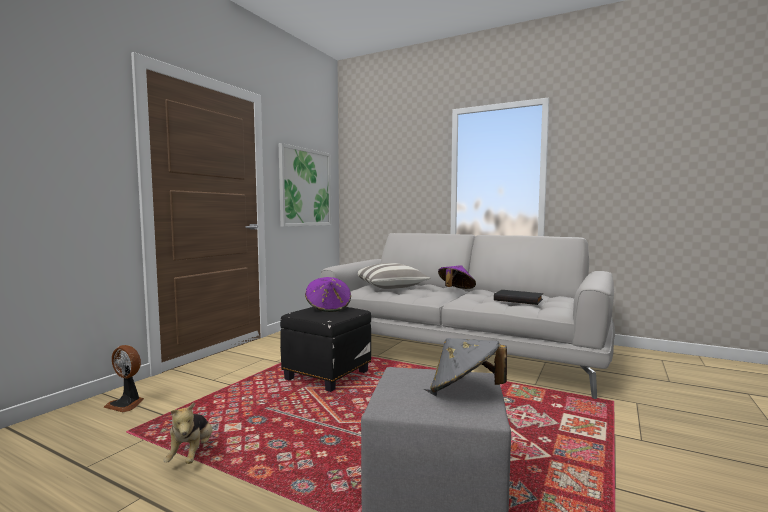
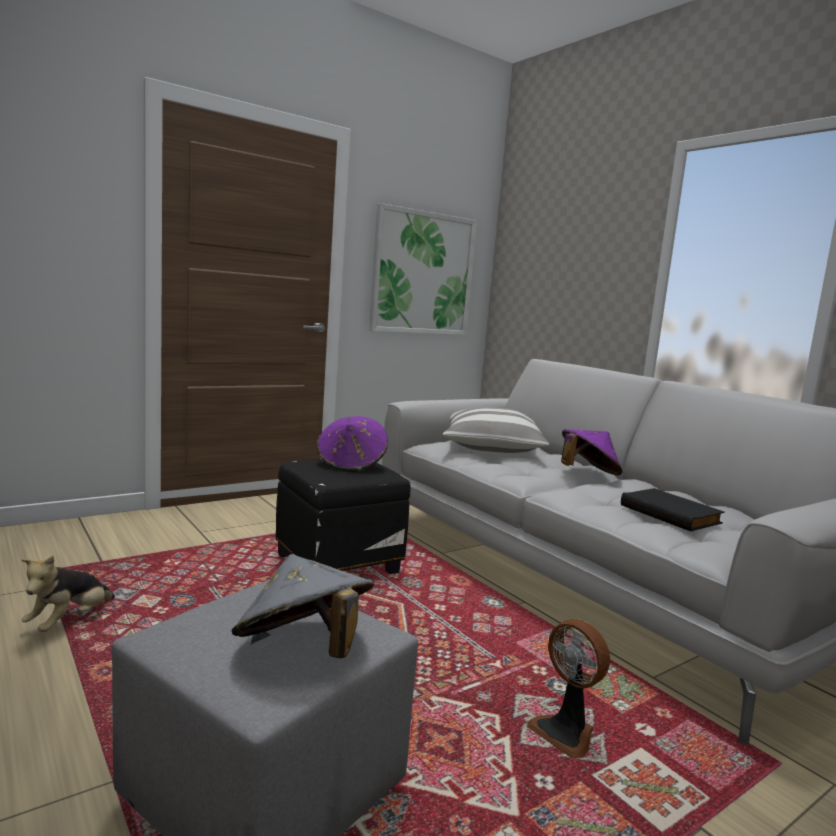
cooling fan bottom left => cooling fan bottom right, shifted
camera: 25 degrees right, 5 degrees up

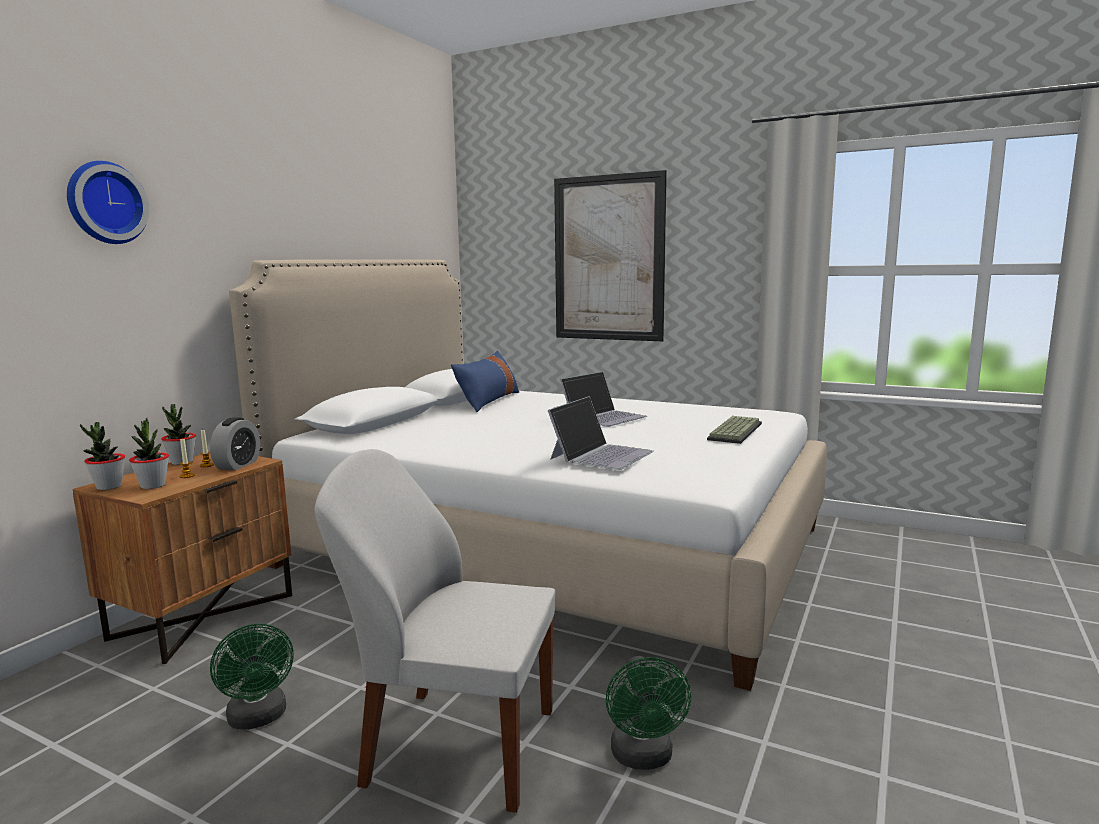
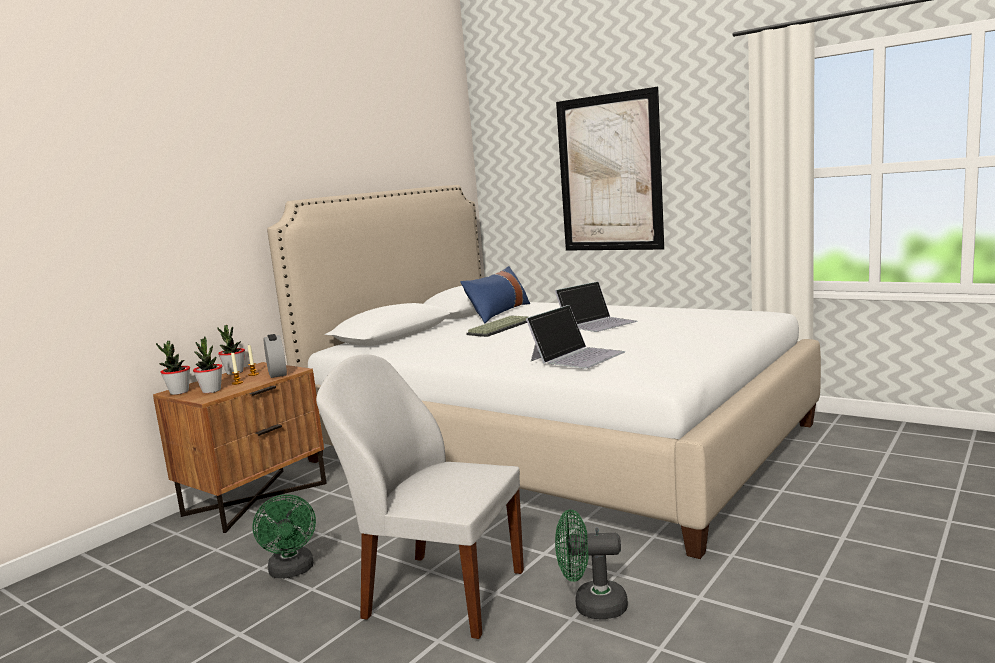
clock on the wall top left => nothing
alarm clock middle left, 45 degrees counterclockwise
cooling fan in green (no. 2 from left) bottom centre, 90 degrees clockwise
computer keyboard middle right => computer keyboard centre, shifted
camera: 10 degrees right, 0 degrees up

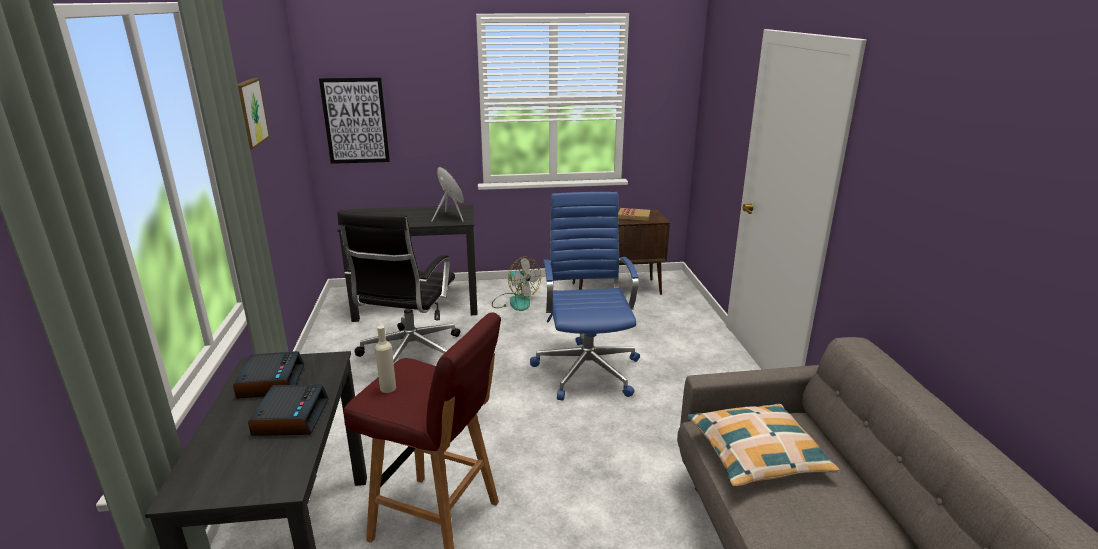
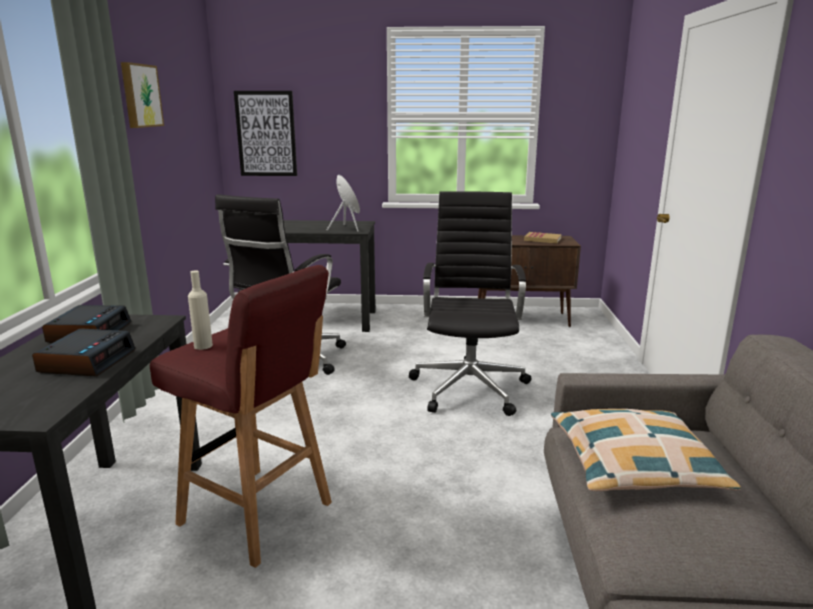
cooling fan centre => nothing
office chair in blue centre => office chair in black (no. 2 from left) centre
camera: 10 degrees right, 5 degrees down

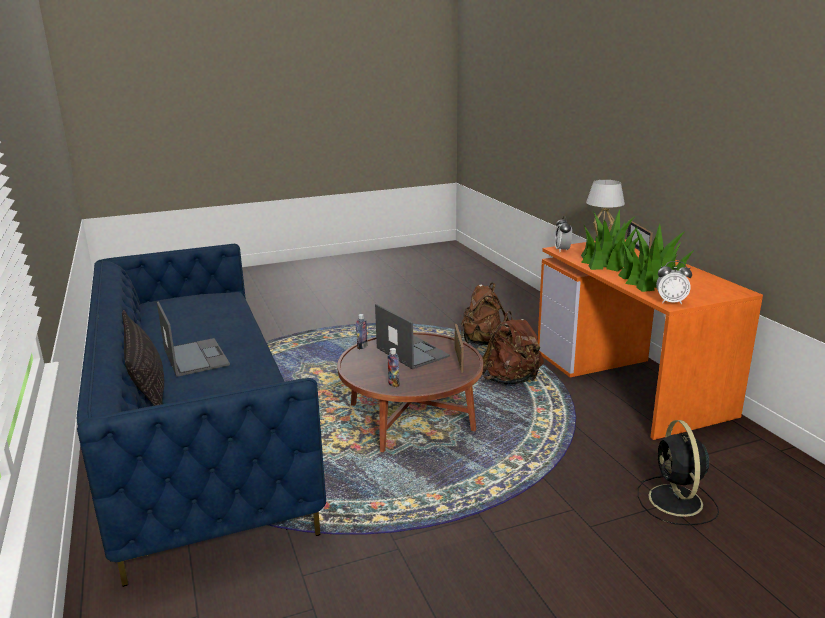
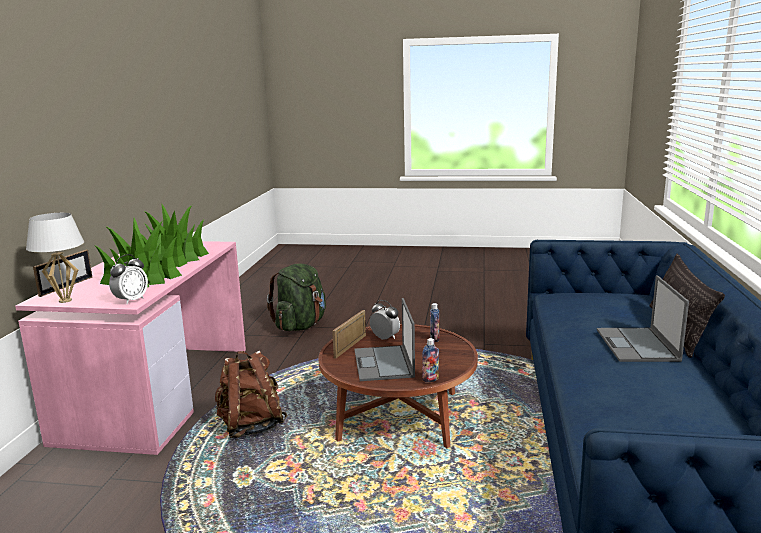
rucksack in brownish (no. 1 from left) centre => nothing
desk table in orange middle right => desk table in pinkish middle left
cooling fan in black bottom right => rucksack in green centre
alarm clock (no. 2 from left) middle right => alarm clock (no. 2 from left) centre, shifted
camera: 150 degrees left, 5 degrees down

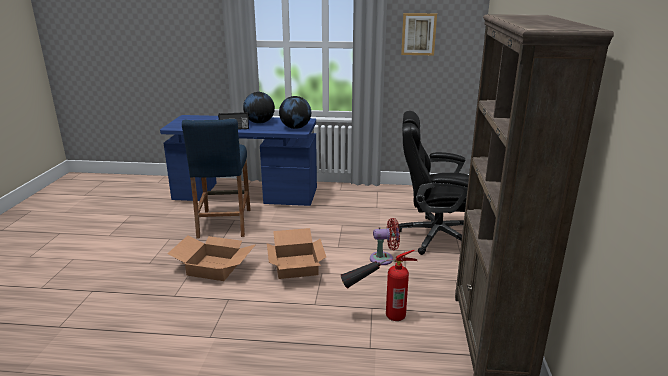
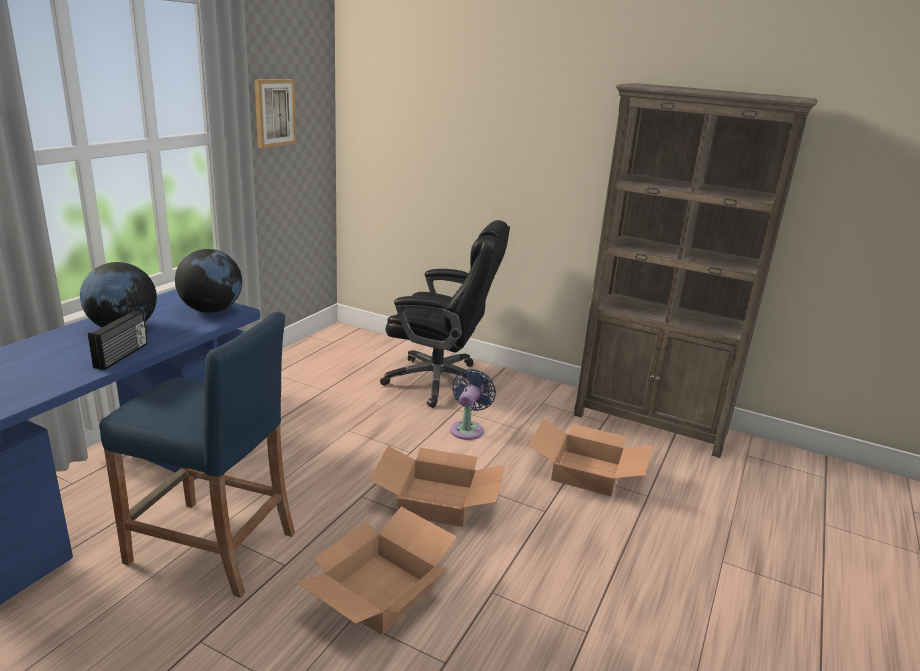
fire extinguisher bottom centre => carton (no. 3 from left) bottom centre
cooling fan in red-coloured centre => cooling fan in blue centre
office chair in black centre, 105 degrees counterclockwise
camera: 70 degrees left, 0 degrees up

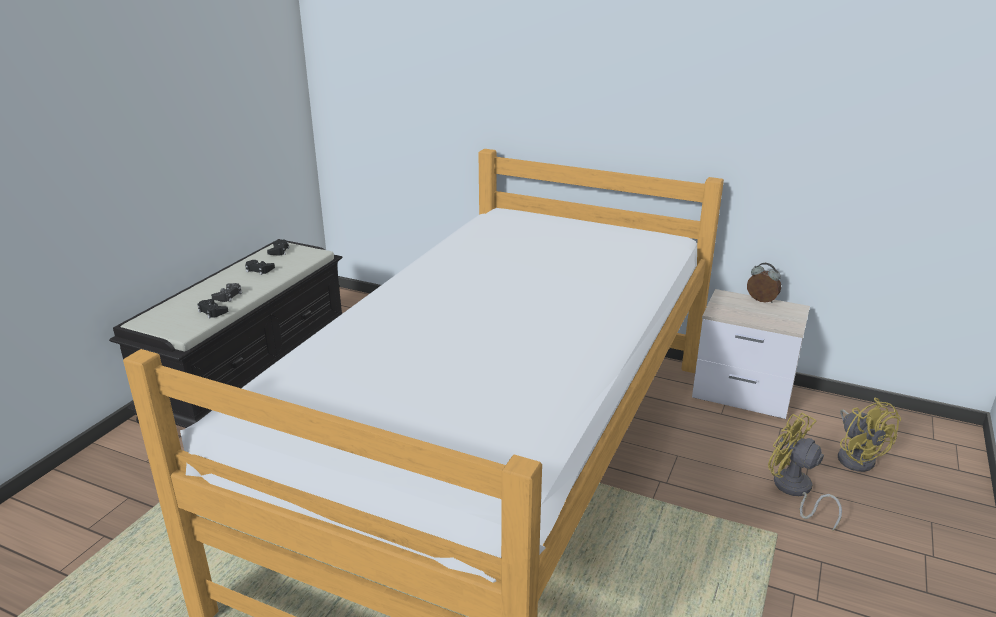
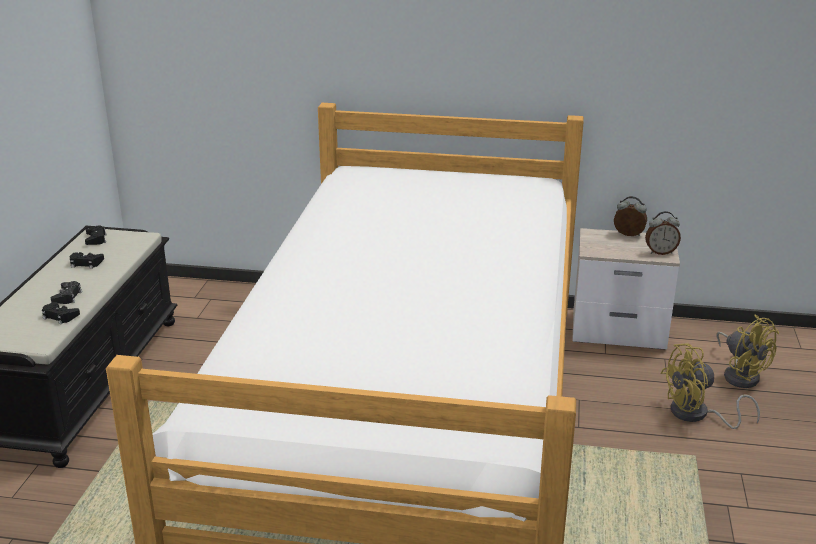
cooling fan in yellow (no. 1 from left) bottom right, 45 degrees counterclockwise
nothing => alarm clock (no. 2 from left) middle right
camera: 15 degrees left, 0 degrees up

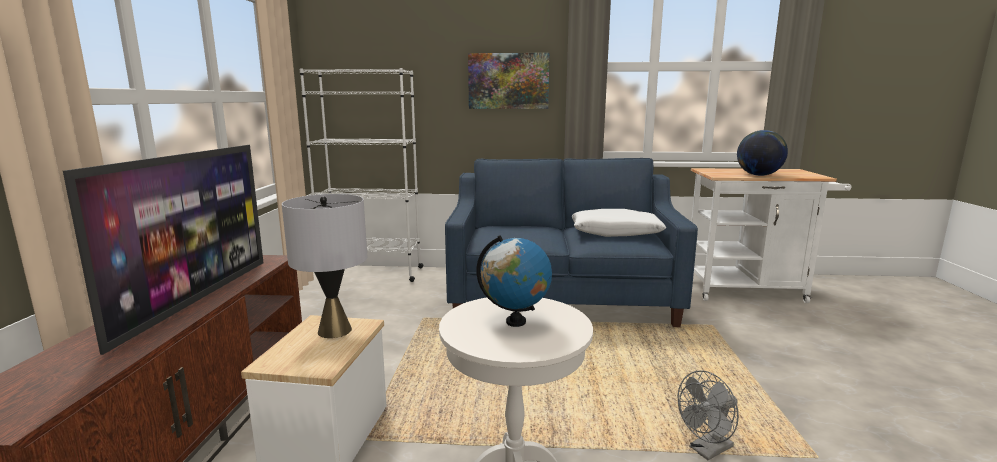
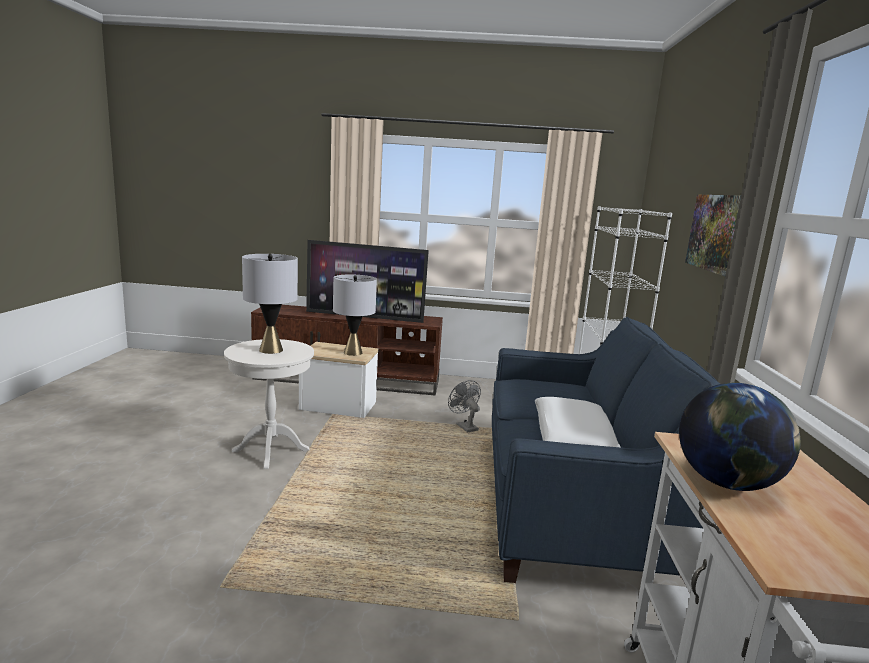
desk globe (no. 1 from left) centre => table lamp in grey (no. 1 from left) middle left
cooling fan in grey bottom right => cooling fan in grey centre, shifted
camera: 90 degrees right, 0 degrees up

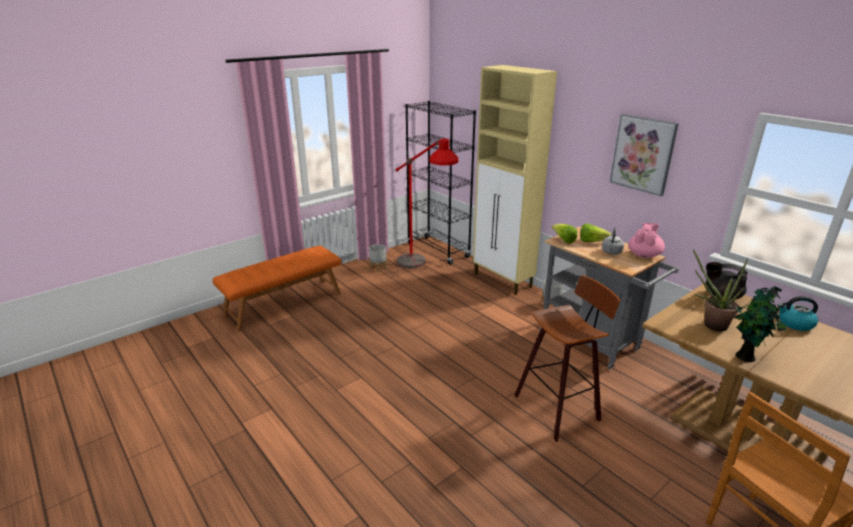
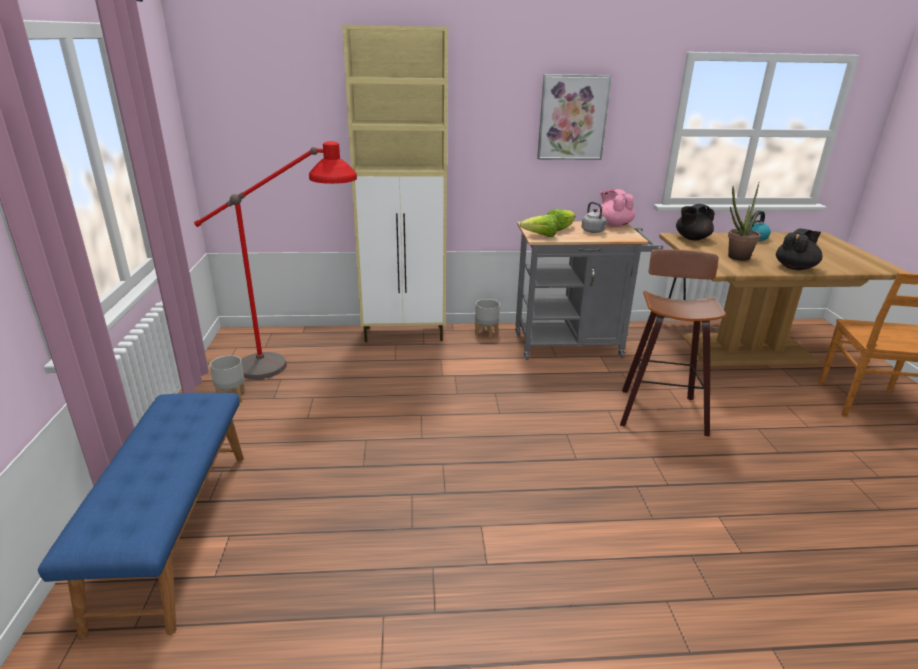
indoor bench in orange middle left => indoor bench in blue bottom left
bookcase in black centre => nothing
plant in a pot (no. 2 from left) middle right => tea pot in black (no. 2 from left) middle right
camera: 55 degrees left, 0 degrees up

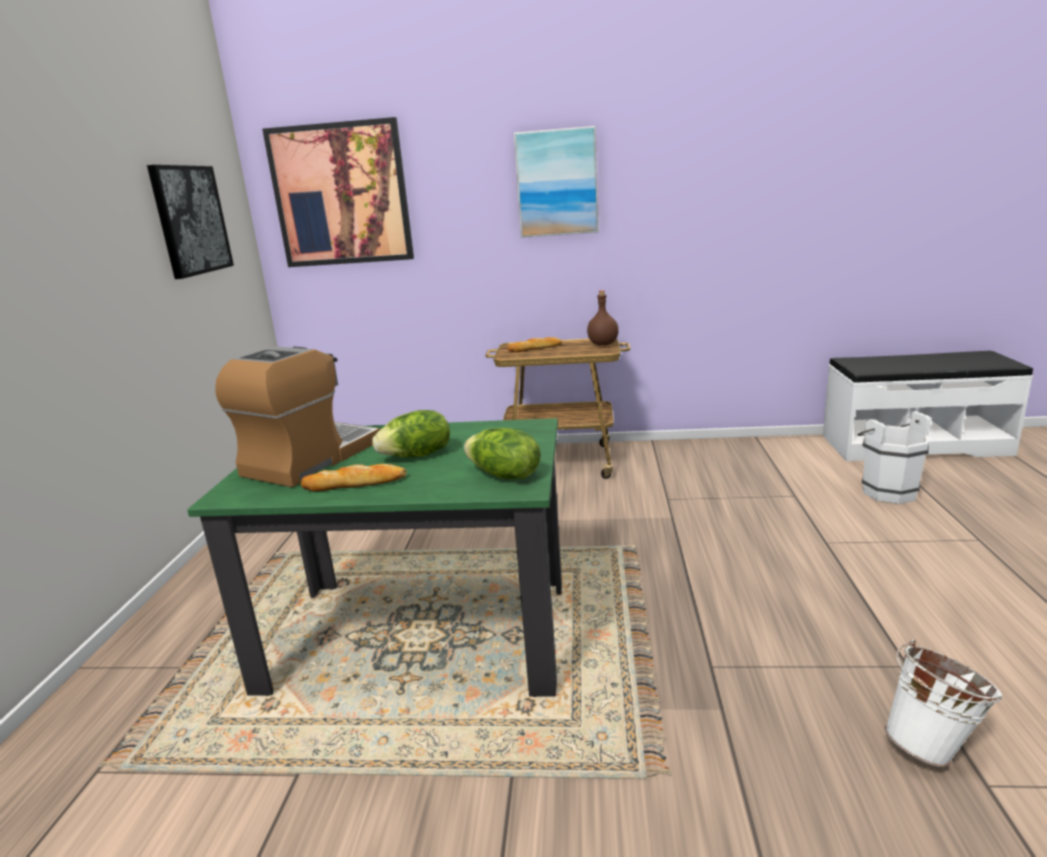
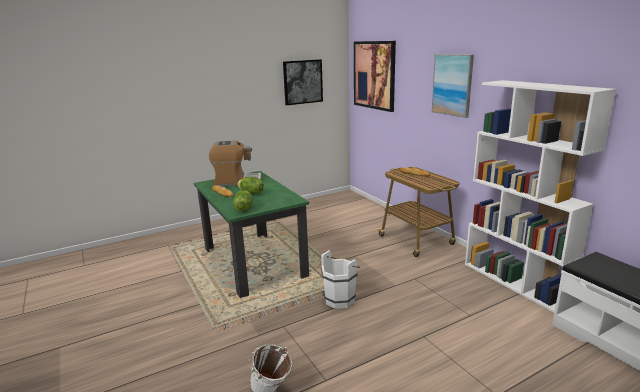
bottle in brownish centre => nothing
water bucket in white (no. 1 from left in the first image) middle right => water bucket in white (no. 2 from left) bottom centre, shifted
nothing => bookcase in white middle right
camera: 55 degrees right, 0 degrees up

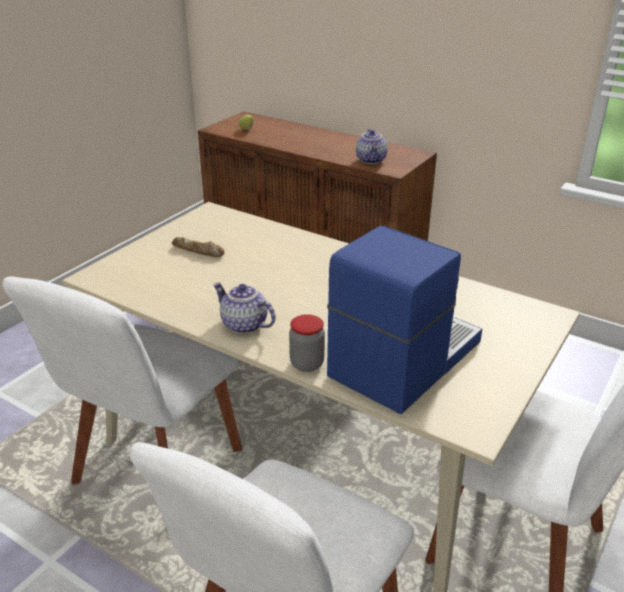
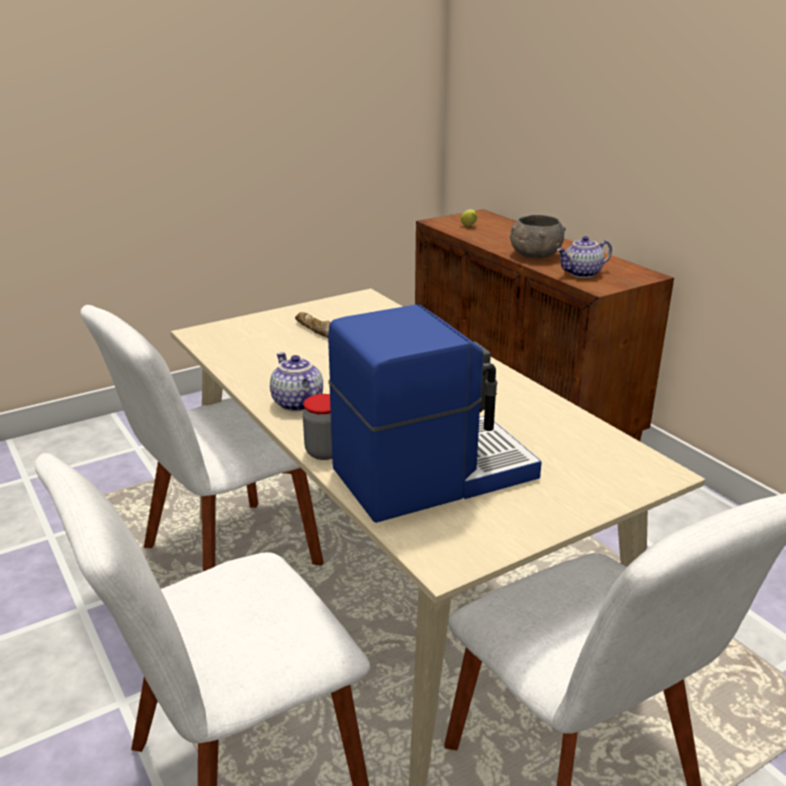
tea pot (no. 2 from left) top centre => tea pot (no. 2 from left) top right, 45 degrees clockwise
nothing => bowl in grey top right
camera: 25 degrees right, 5 degrees down

